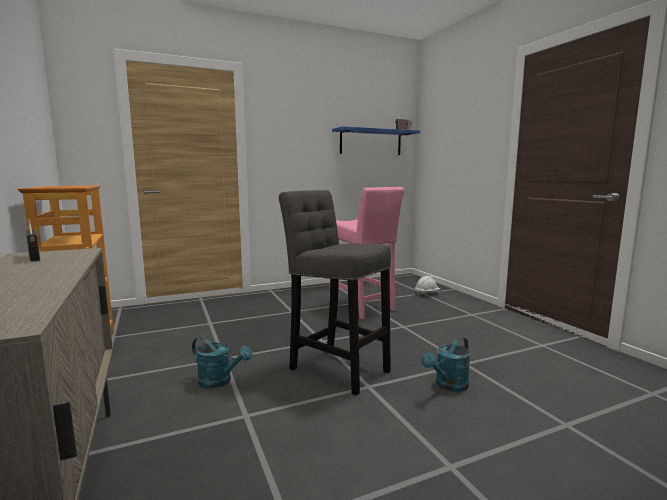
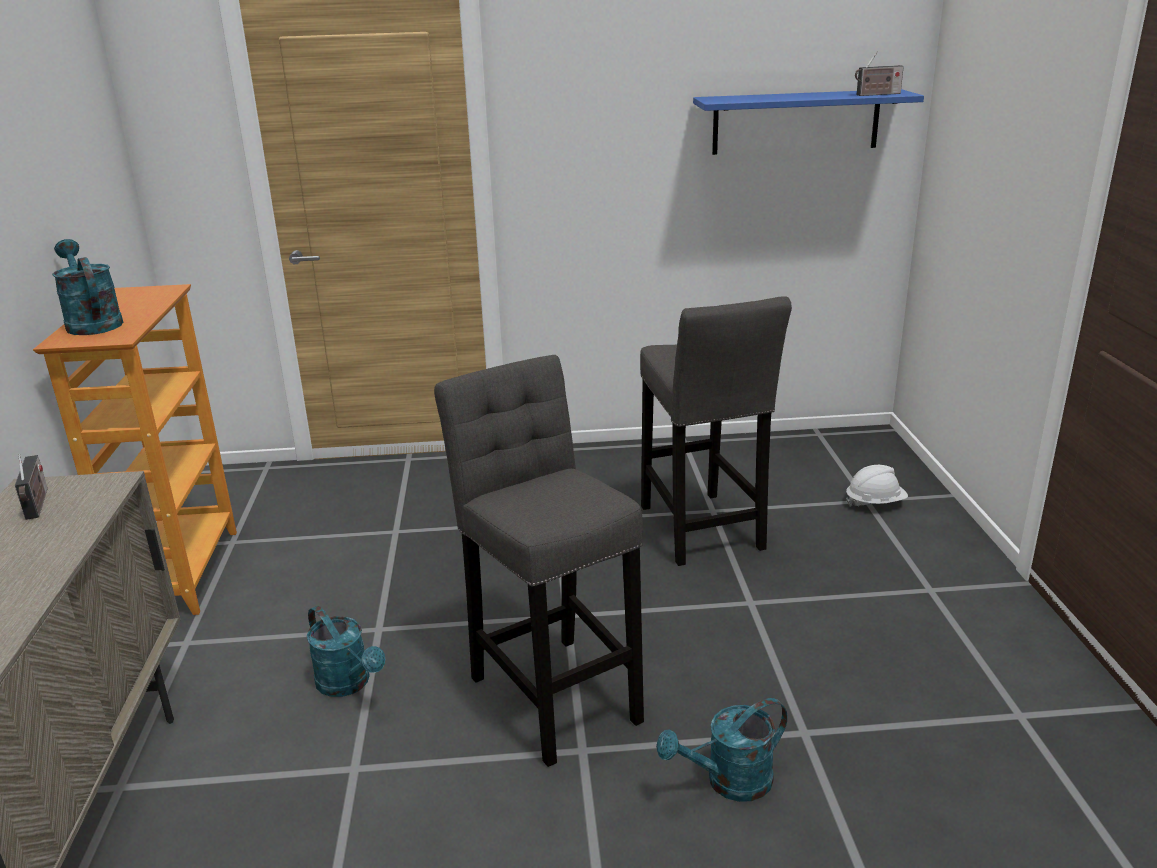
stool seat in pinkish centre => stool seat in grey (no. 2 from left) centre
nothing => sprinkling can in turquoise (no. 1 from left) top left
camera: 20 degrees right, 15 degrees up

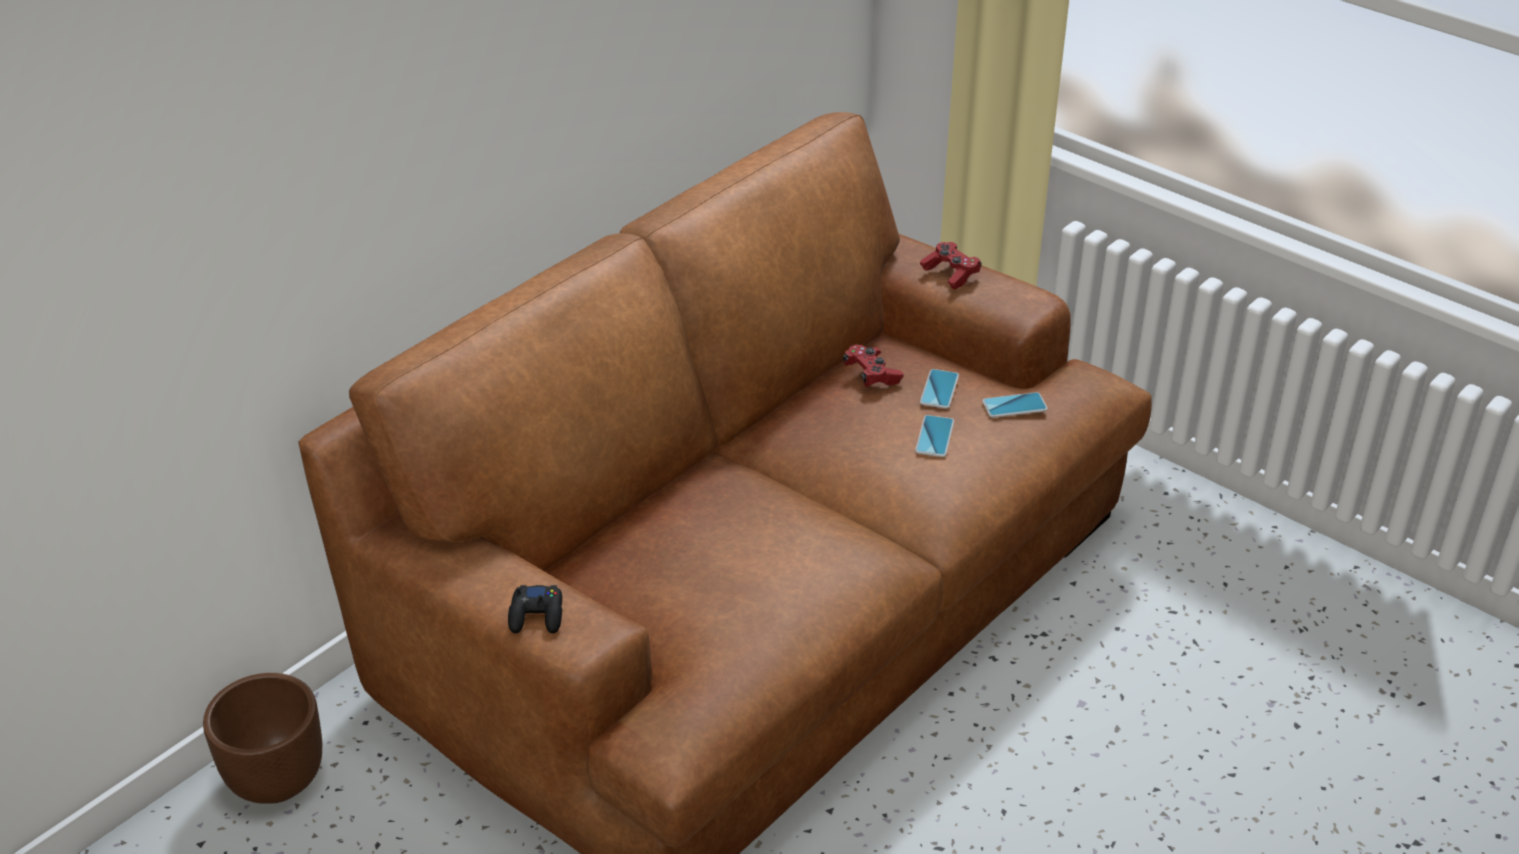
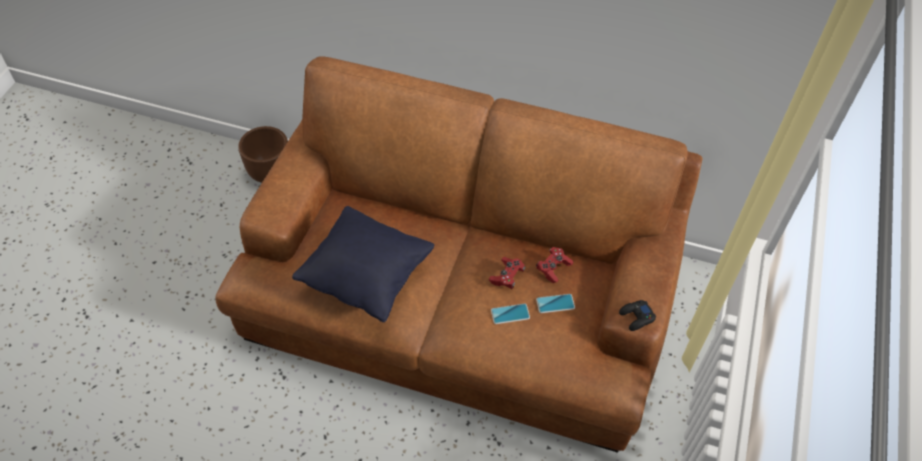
joypad in black bottom centre => joypad in black bottom right, shifted
joypad in red-coloured (no. 2 from left in the first image) top centre => joypad in red-coloured (no. 1 from left) centre, shifted
handset (no. 3 from left) middle right => nothing
nothing => pillow in black centre
camera: 65 degrees right, 15 degrees up

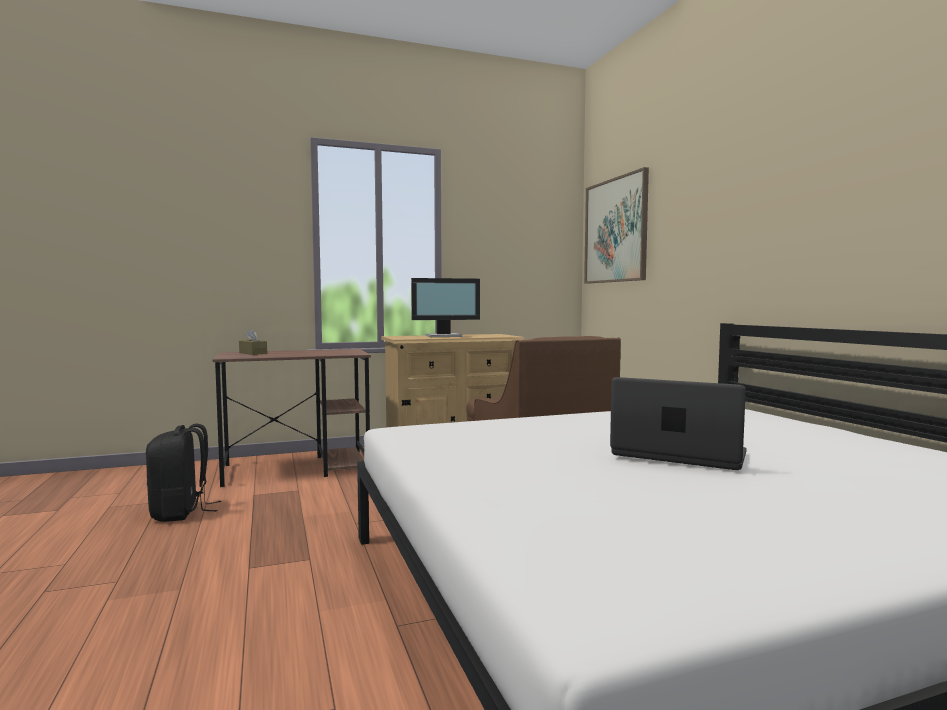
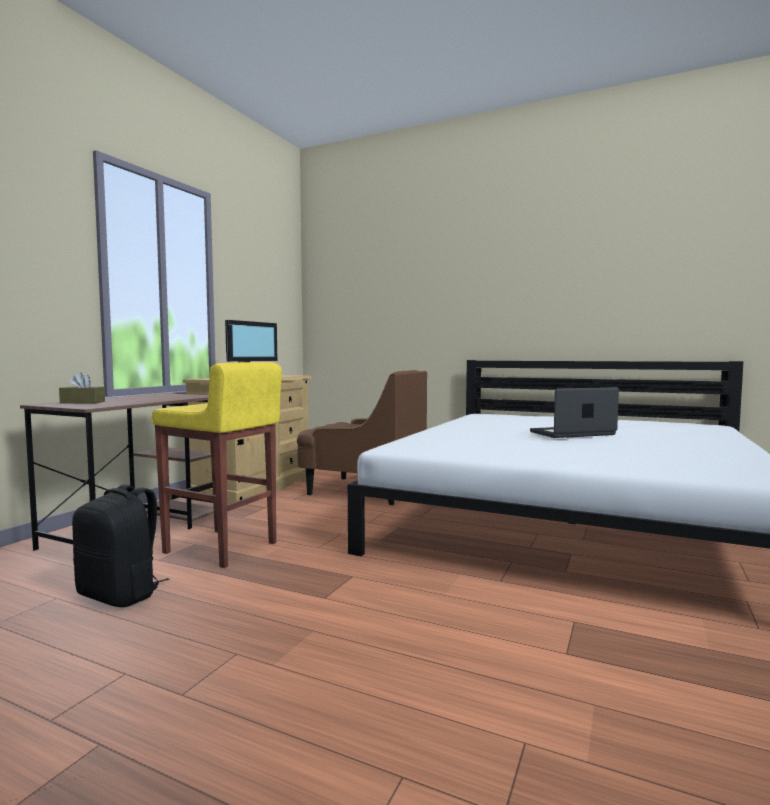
wall art top centre => nothing
nothing => stool seat in yellow middle left
camera: 45 degrees left, 0 degrees up

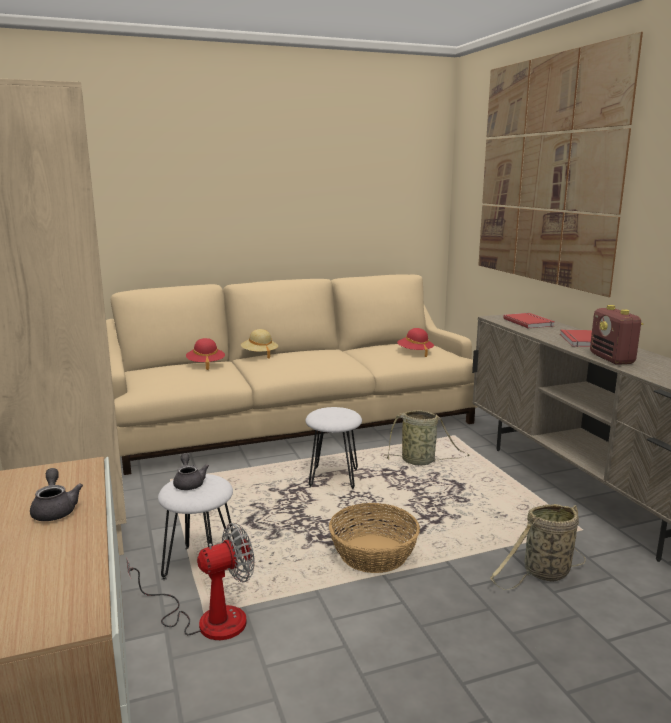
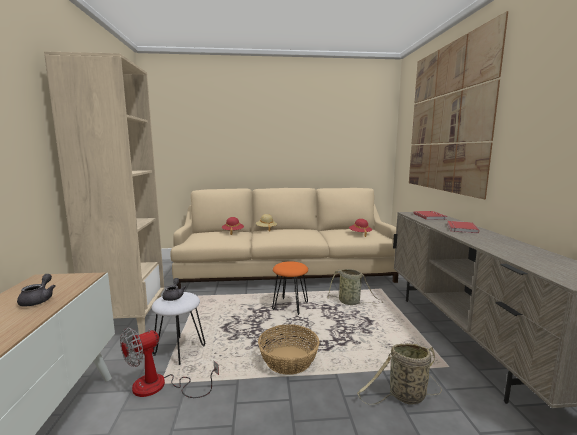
cooling fan bottom left, 150 degrees clockwise
stool seat in white (no. 2 from left) centre => stool seat in orange centre
radio receiver middle right => nothing
camera: 15 degrees right, 5 degrees down

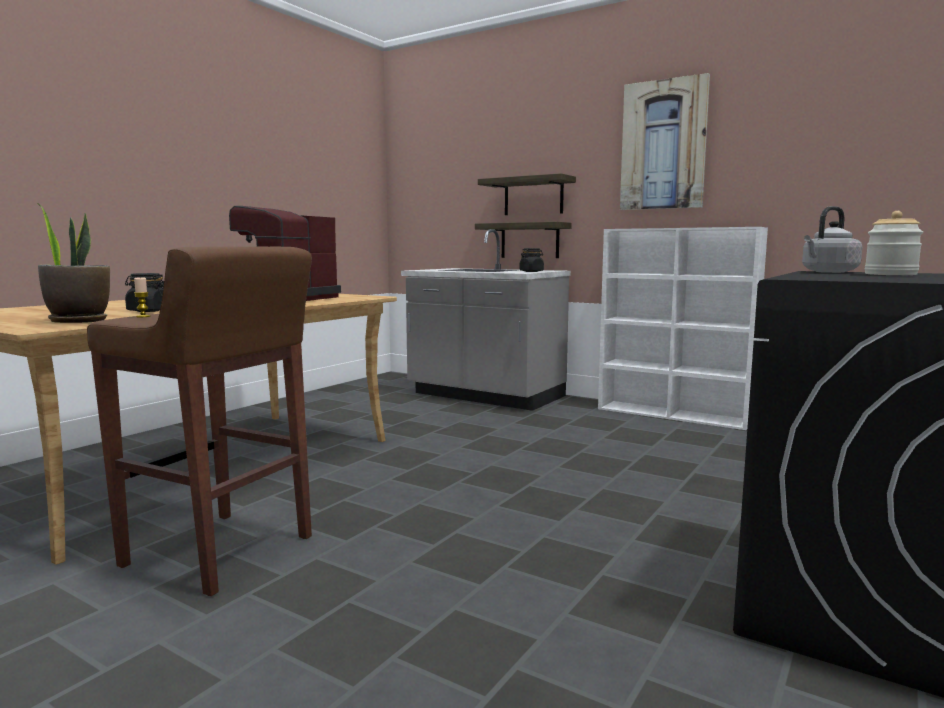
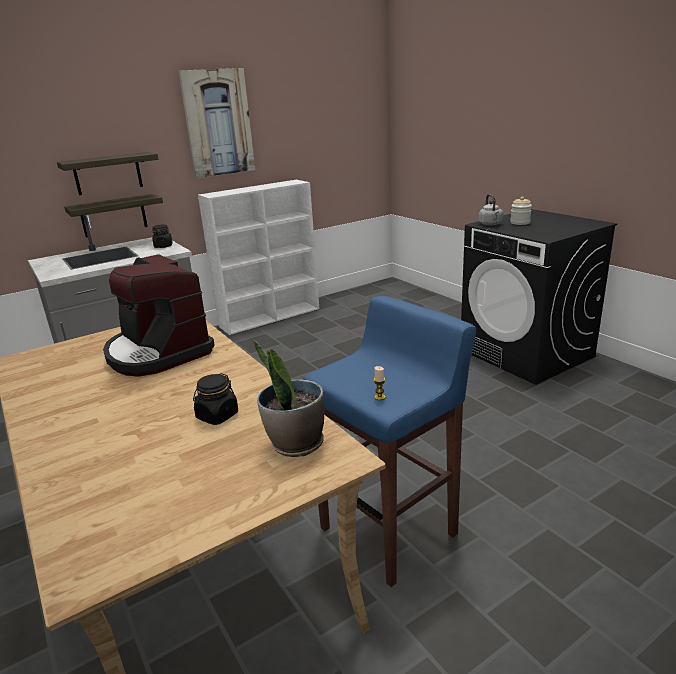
stool seat in brownish middle left => stool seat in blue centre
camera: 65 degrees left, 15 degrees up

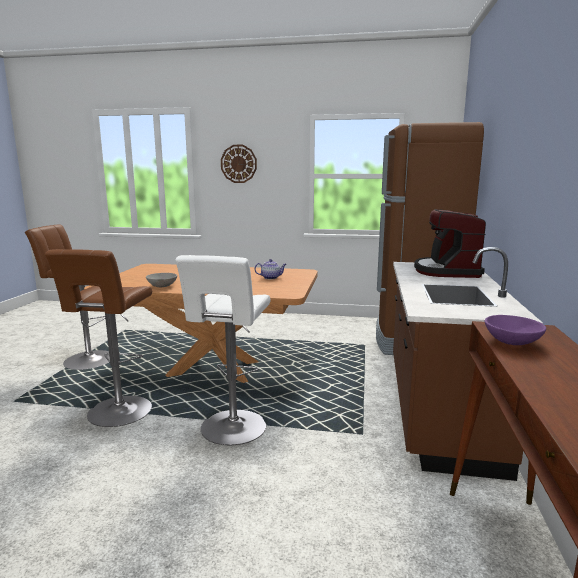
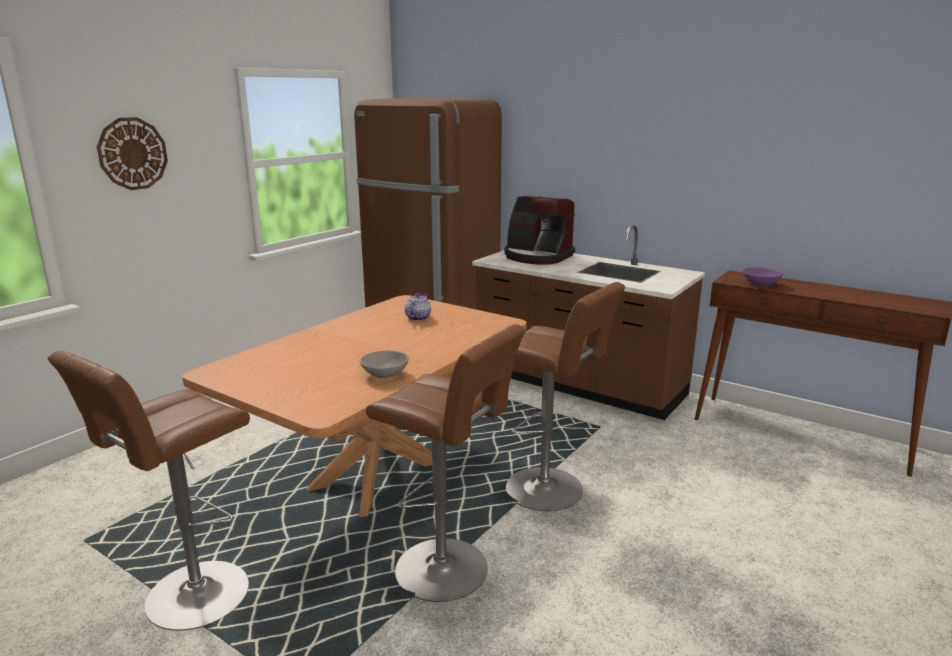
stool seat in white centre => stool seat in brownish (no. 3 from left) centre
camera: 65 degrees left, 5 degrees up

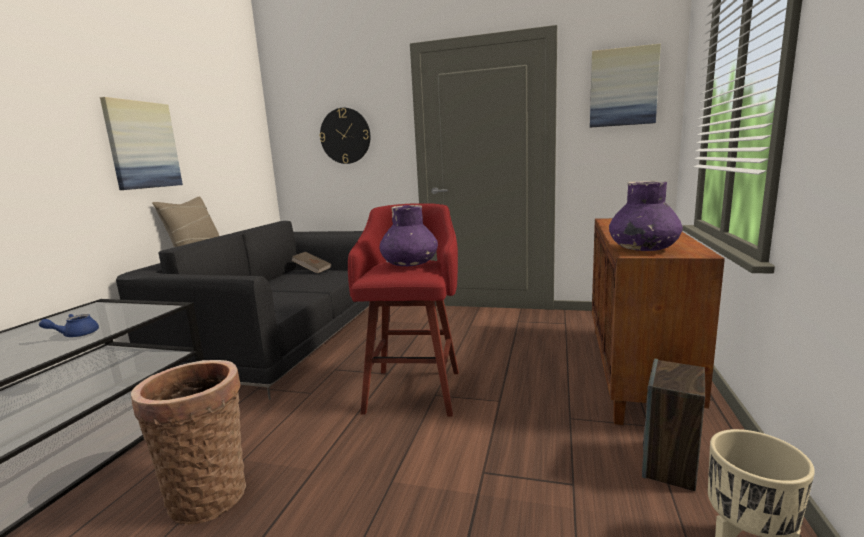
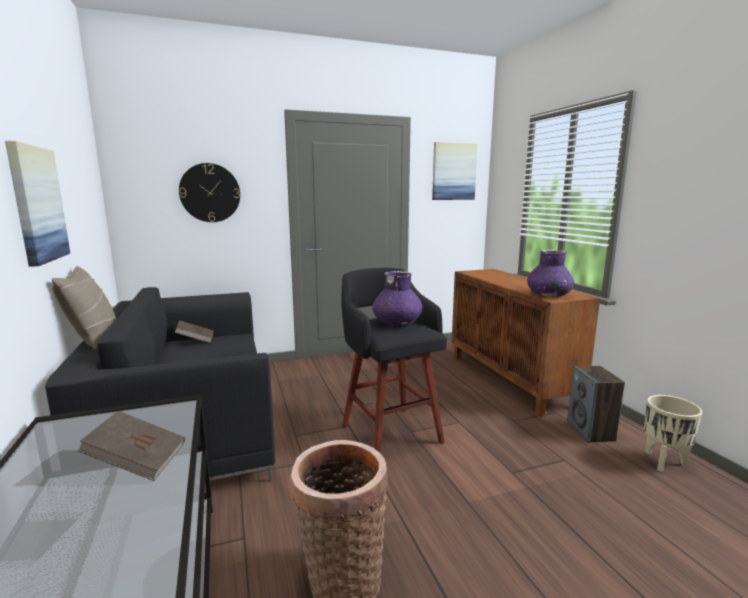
tea pot in blue middle left => volume in brownish (no. 1 from left) bottom left
stool seat in red-coloured centre => stool seat in black centre
camera: 35 degrees left, 0 degrees up

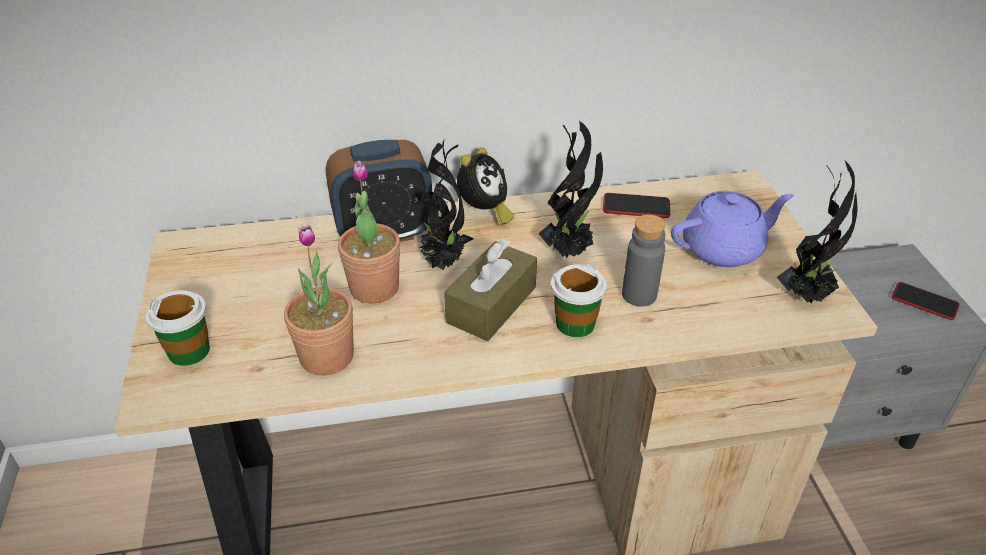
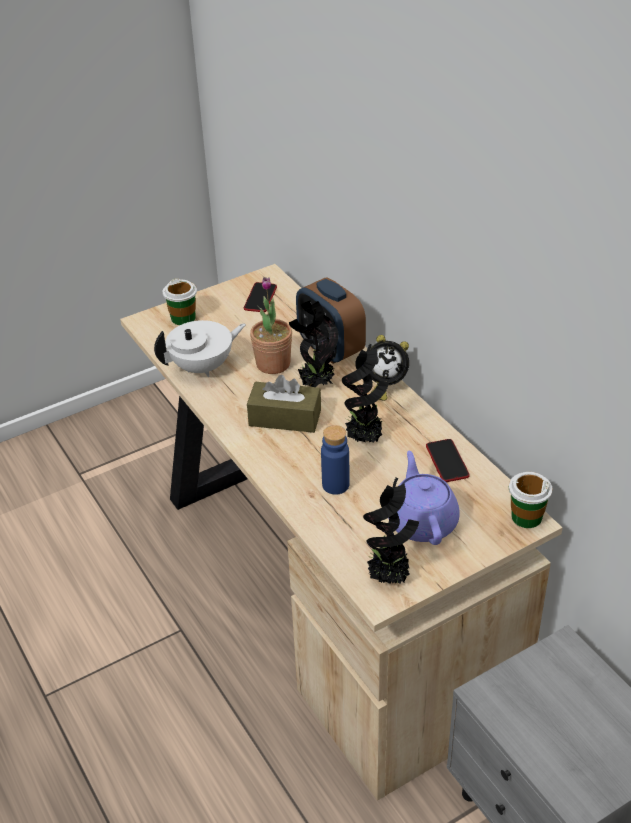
plant in a pot (no. 1 from left) middle left => tea pot in white middle left
cup (no. 2 from left) centre => cup (no. 2 from left) middle right, shifted
bottle in grey centre => bottle in blue centre
tea pot in purple-coloured middle right, 150 degrees counterclockwise
handset (no. 2 from left in the first image) middle right => handset (no. 1 from left) centre, shifted
camera: 70 degrees right, 0 degrees up

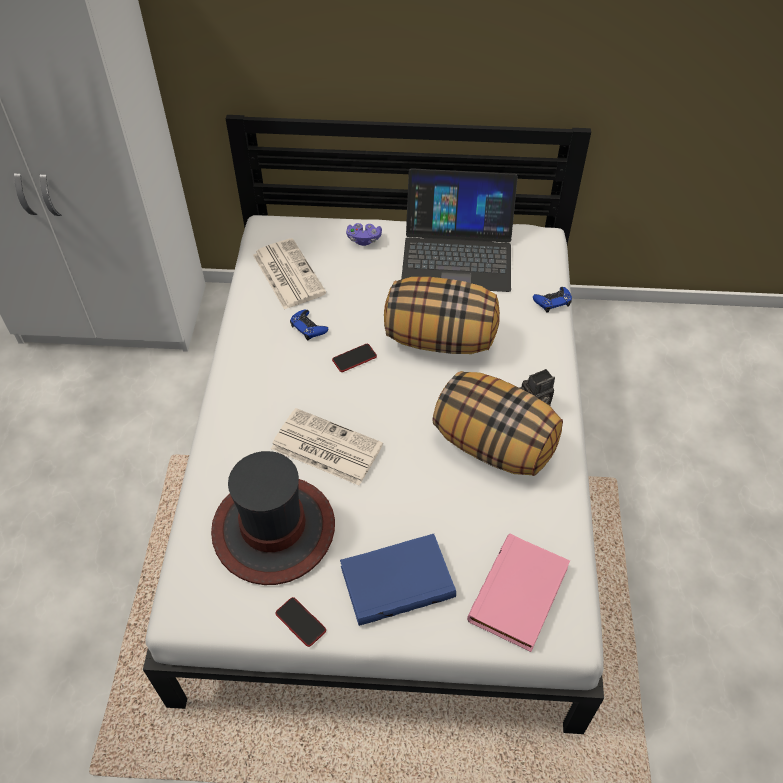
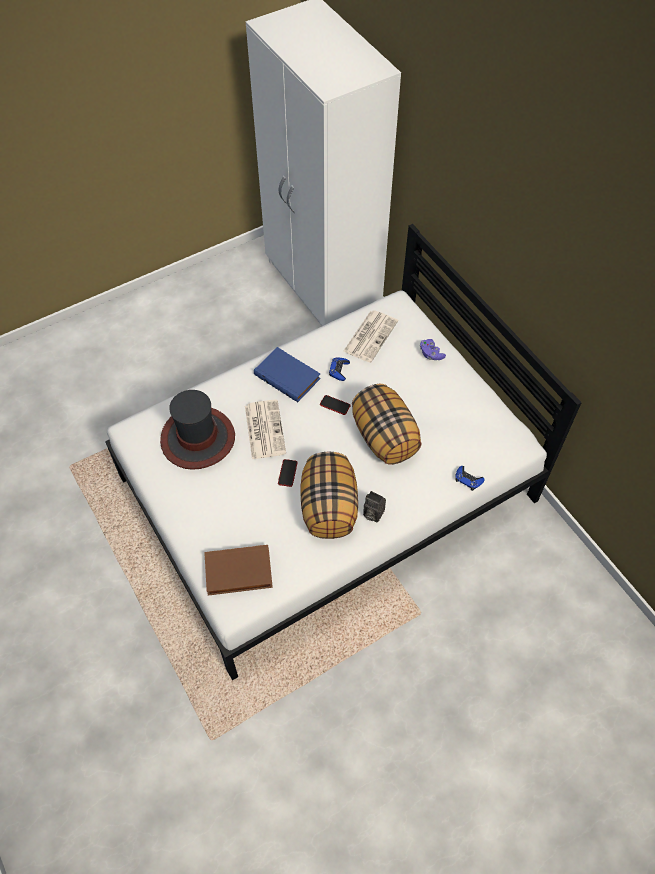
handset (no. 1 from left) bottom centre => handset (no. 1 from left) centre, shifted
volume in blue bottom centre => volume in blue centre, shifted
portable computer top centre => nothing
volume in pinkish bottom centre => volume in brownish centre
camera: 55 degrees right, 5 degrees up

